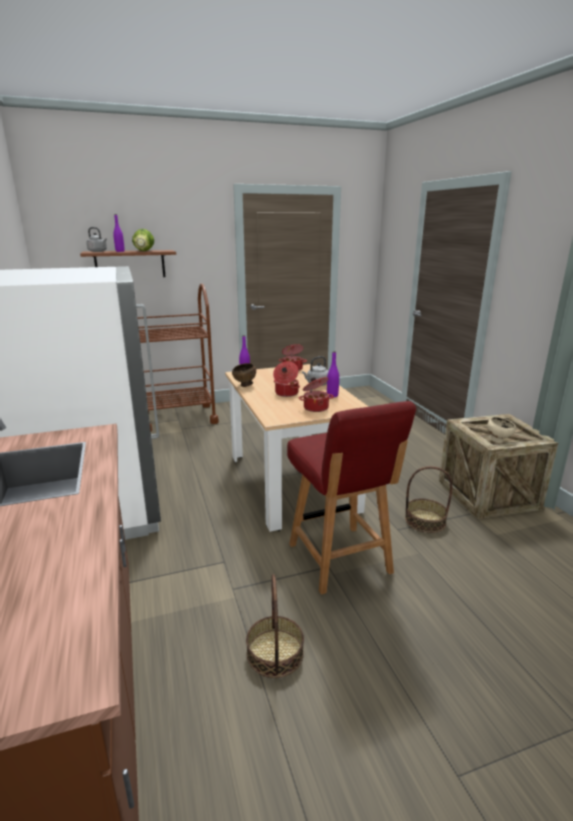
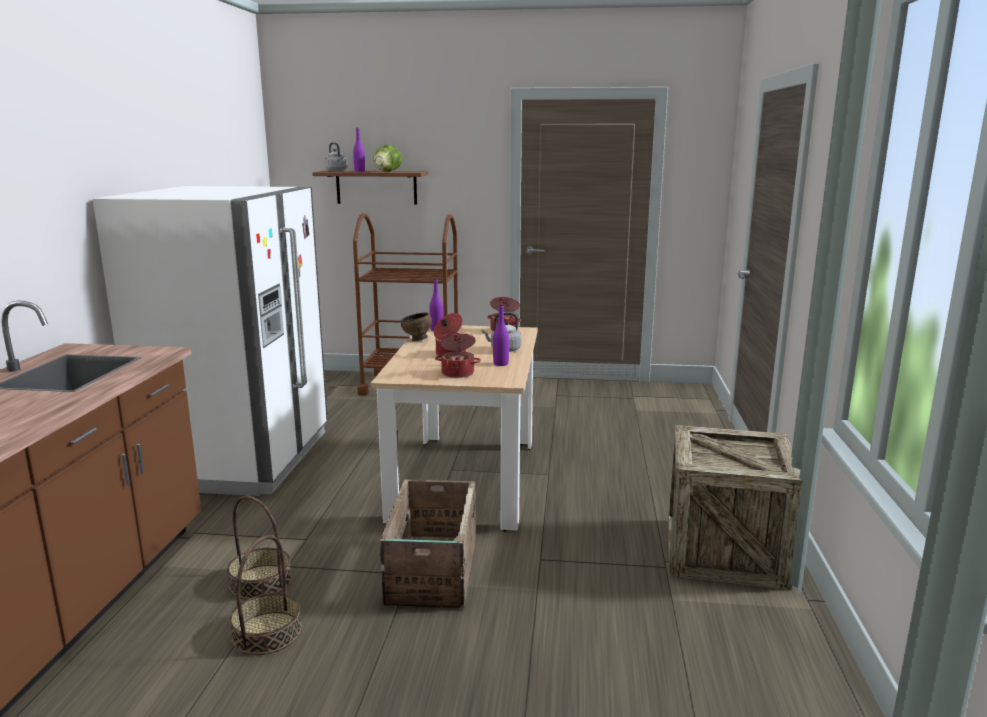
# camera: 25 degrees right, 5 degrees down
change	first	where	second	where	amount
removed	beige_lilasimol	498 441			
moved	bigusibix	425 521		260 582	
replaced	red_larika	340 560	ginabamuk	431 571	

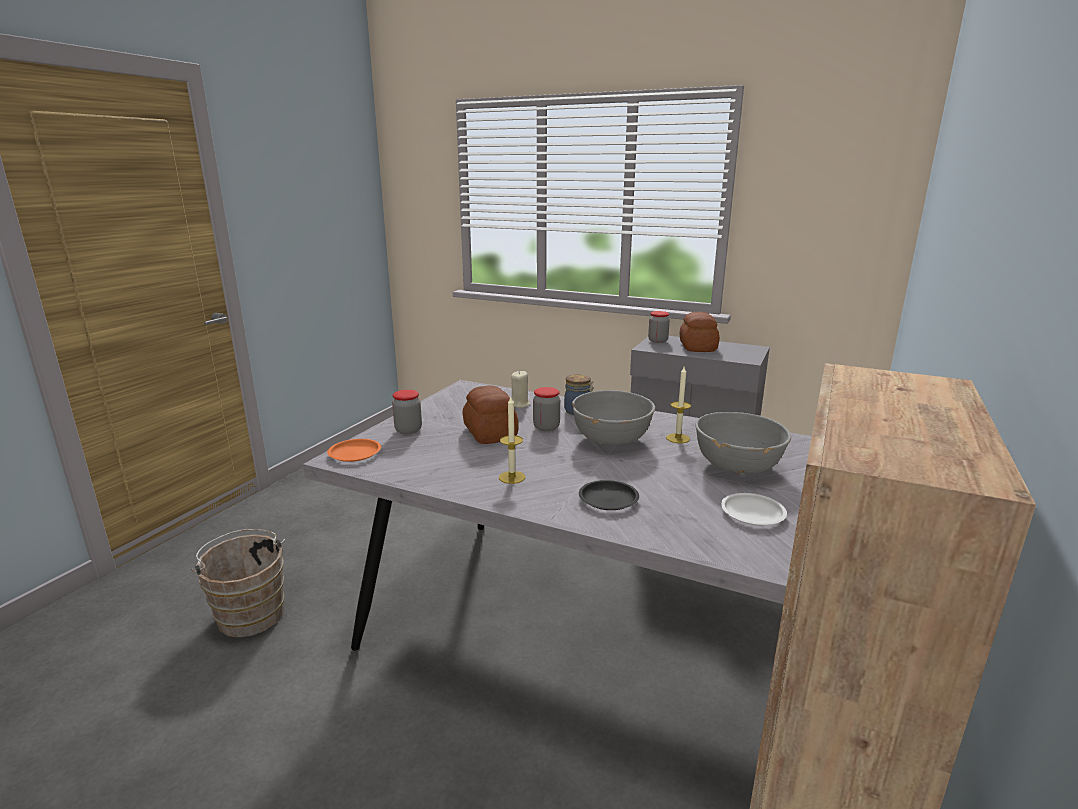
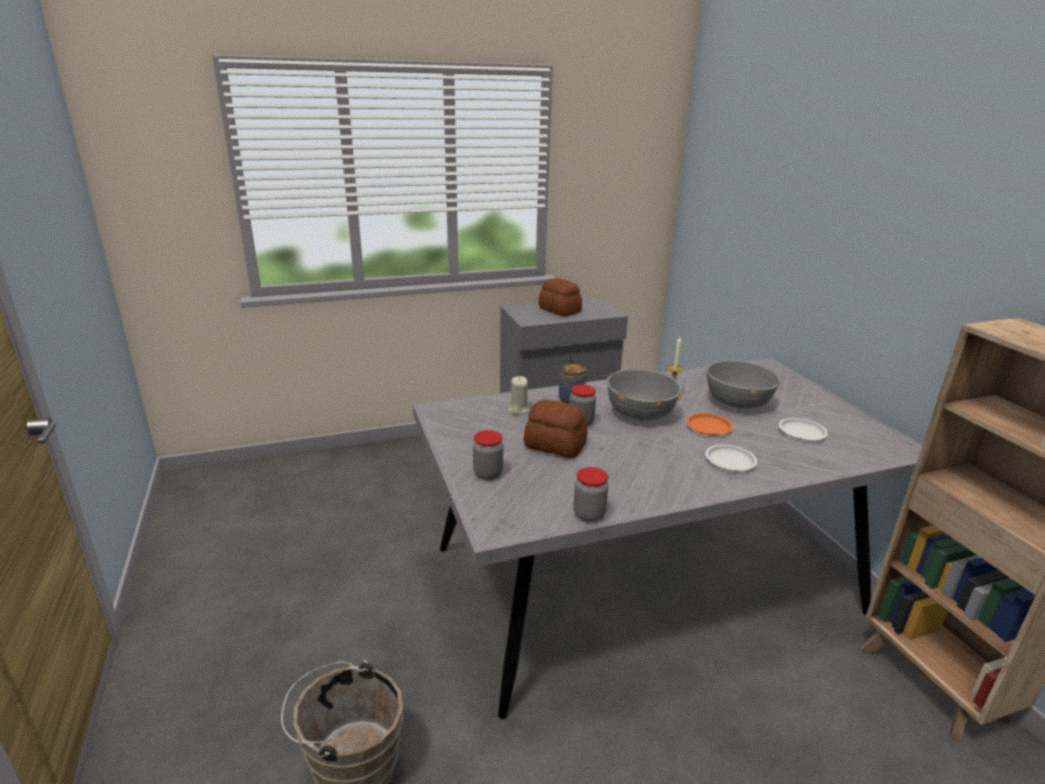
# camera: 45 degrees left, 5 degrees up
change	first	where	second	where	amount
removed	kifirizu	512 477			
moved	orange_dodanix	355 453		708 427	
moved	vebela	658 341		589 514	
recoloured	black_dodanix	608 499	white_dodanix	730 461	

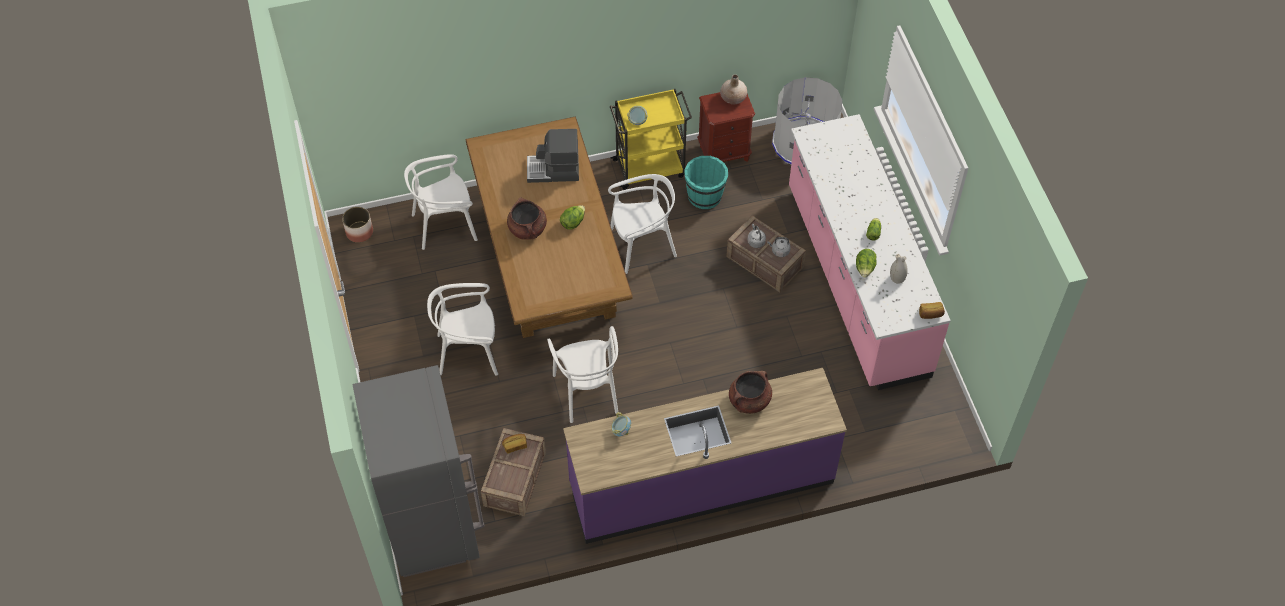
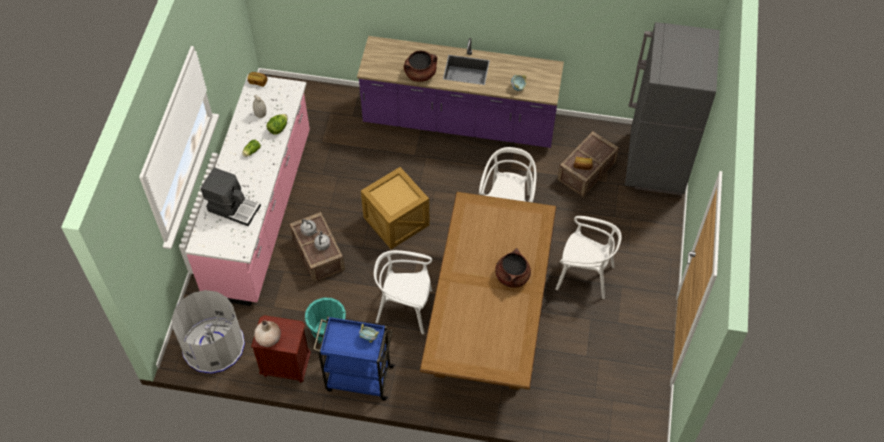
# camera: 155 degrees left, 0 degrees up
change	first	where	second	where	amount
removed	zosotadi	359 232			
removed	white_larika	445 225			
removed	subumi	573 222			
added			ginabamuk	397 220	
moved	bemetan	553 170		234 207	
recoloured	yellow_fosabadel	650 168	blue_fosabadel	358 378	

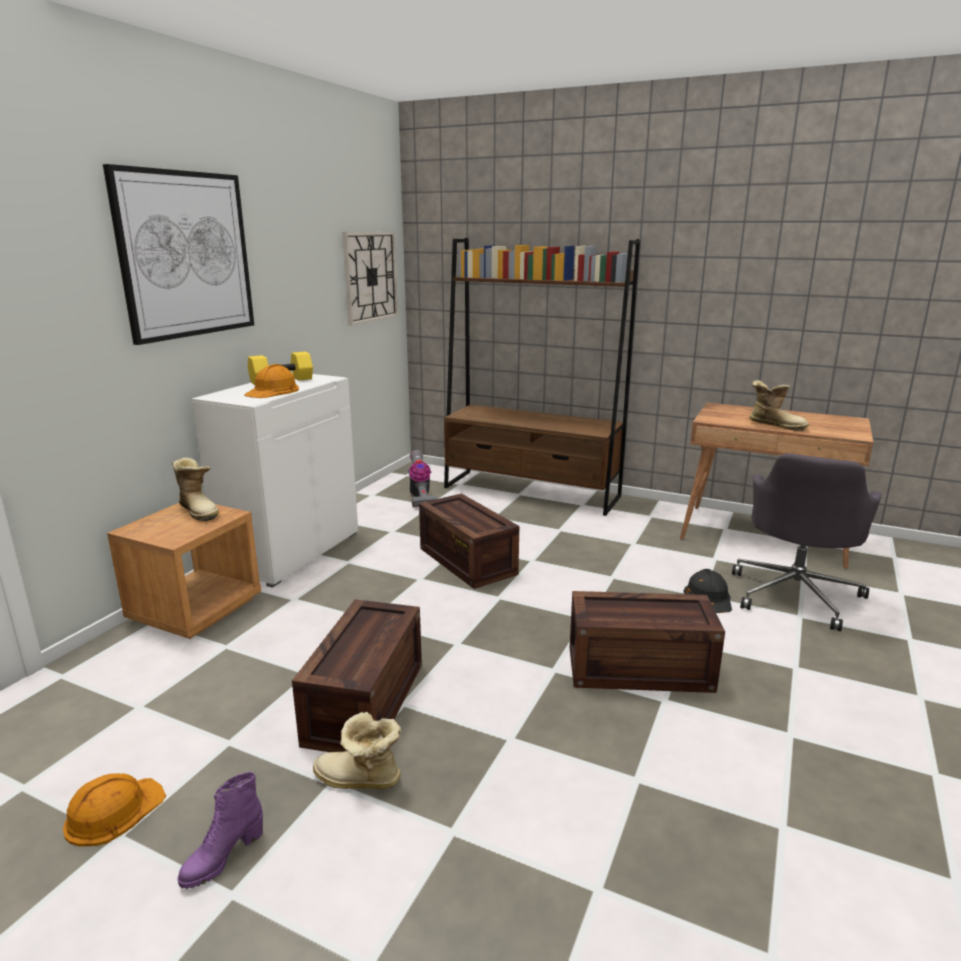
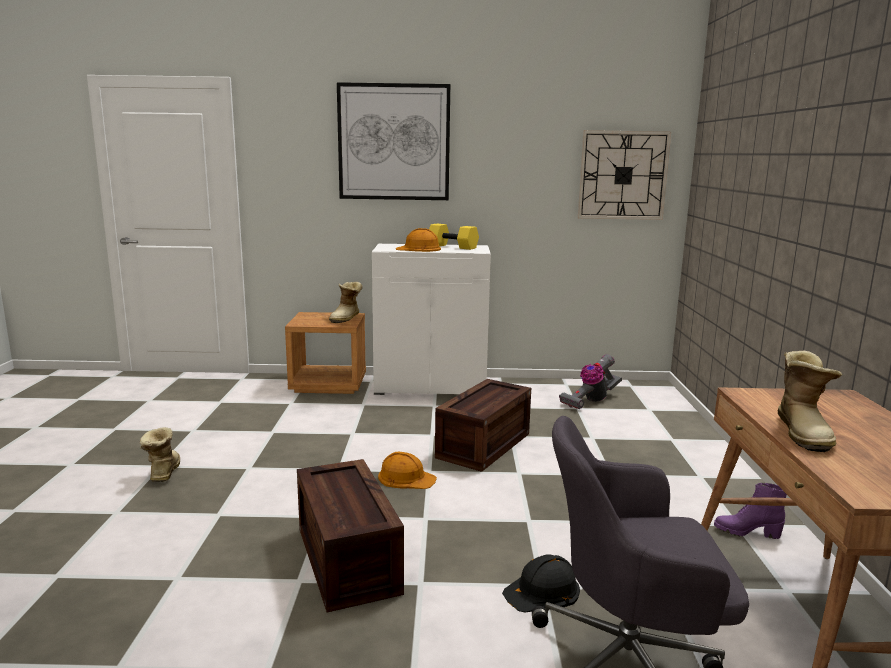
# camera: 65 degrees right, 5 degrees down
change	first	where	second	where	amount
removed	ginabamuk	364 701			
removed	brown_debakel	531 492			
moved	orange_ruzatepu	113 811		406 478	
moved	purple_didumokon	222 857		746 532	

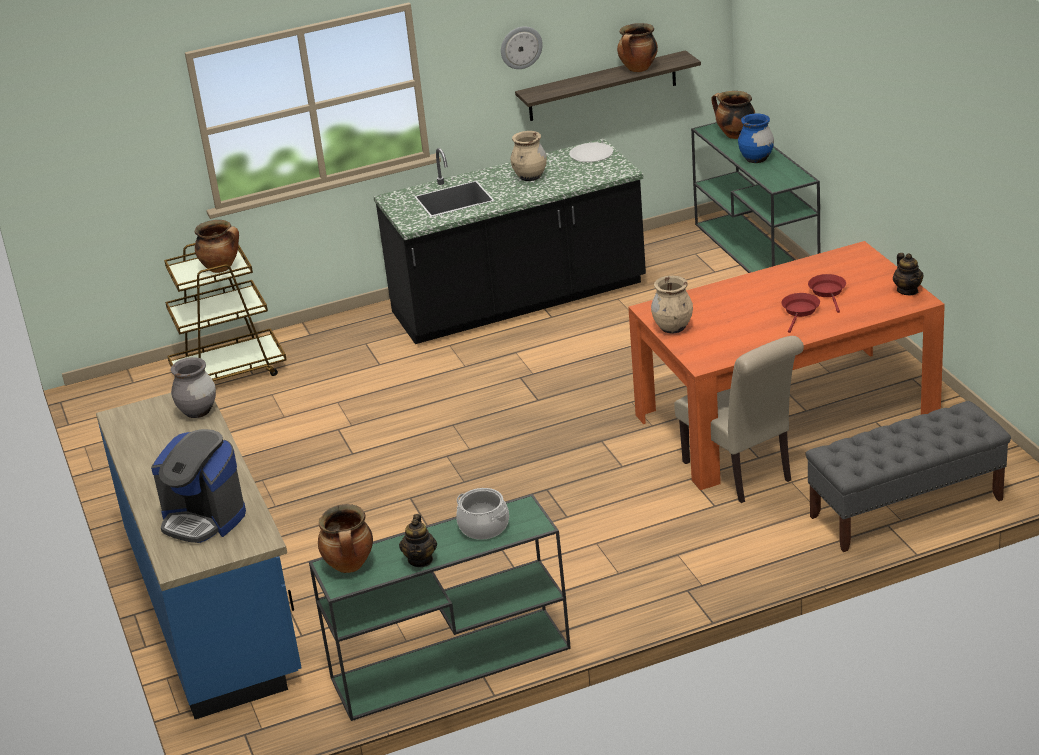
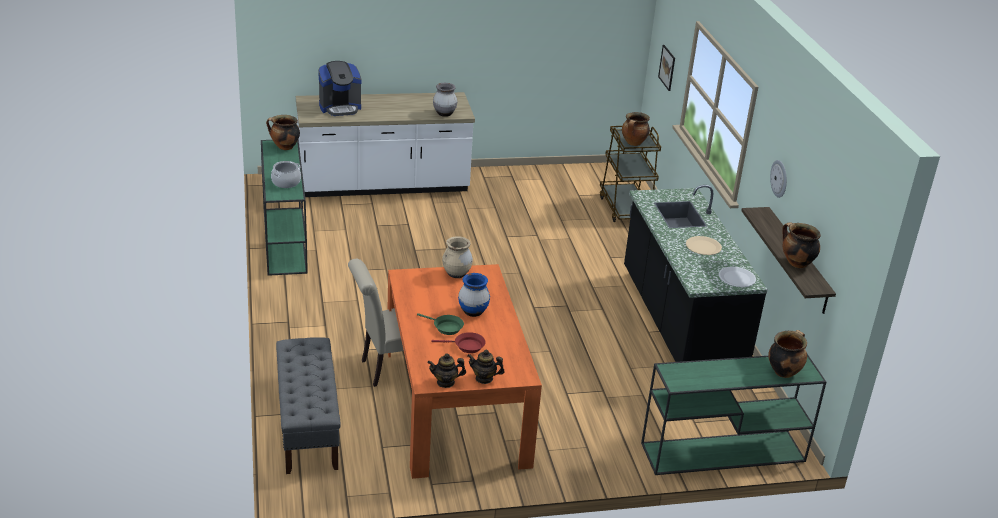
# camera: 95 degrees right, 0 degrees up
change	first	where	second	where	amount
added			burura	667 67	
moved	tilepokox	420 559		484 378	
moved	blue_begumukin	756 159		473 312	
replaced	beige_begumukin	530 177	beige_dodanix	703 247	
recoloured	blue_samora	214 607	white_samora	383 185	
recoloured	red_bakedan	800 311	green_bakedan	445 327	
turned	bemetan	203 518		340 107	150 degrees counterclockwise

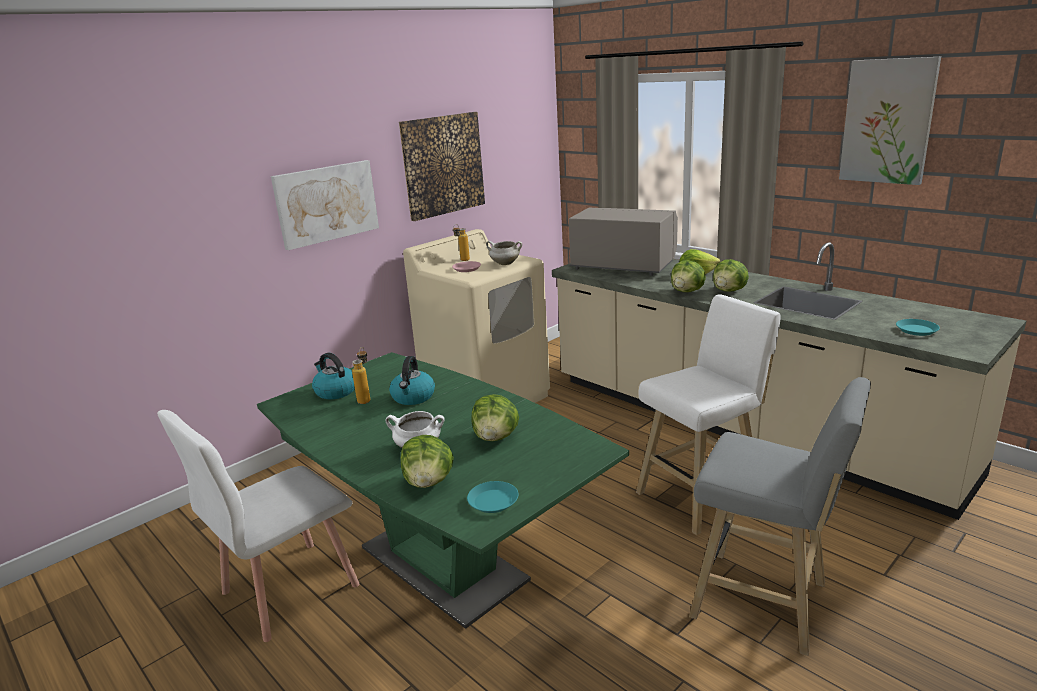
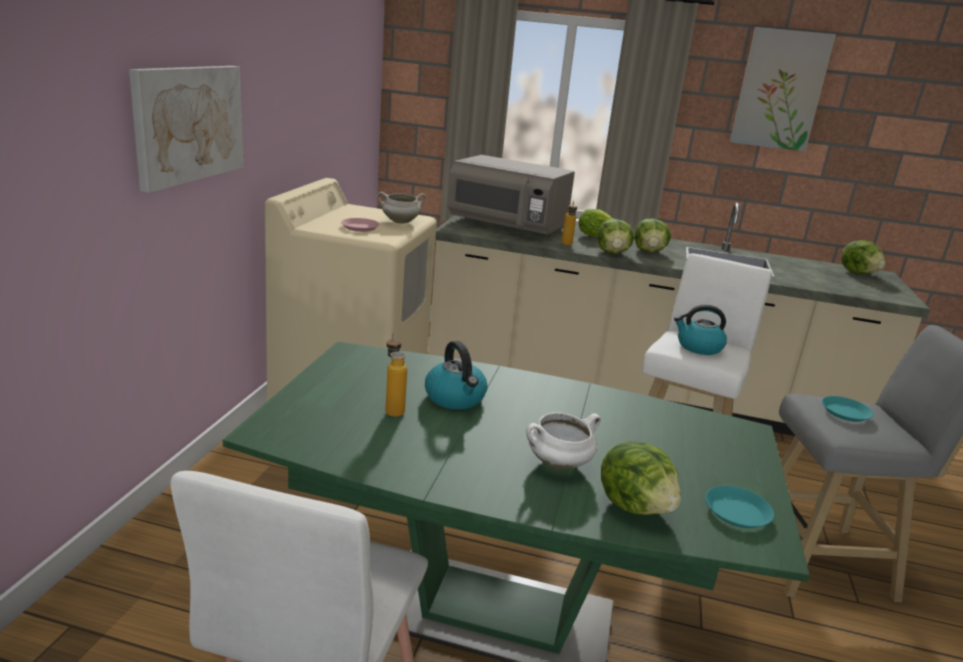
# camera: 35 degrees left, 0 degrees up
change	first	where	second	where	amount
removed	burura	442 165			
moved	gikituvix	335 391		698 347	
moved	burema	462 261		567 245	
moved	subumi	496 437		858 273	
moved	turquoise_dodanix	916 330		845 413	
turned	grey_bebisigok	623 265		507 226	150 degrees counterclockwise

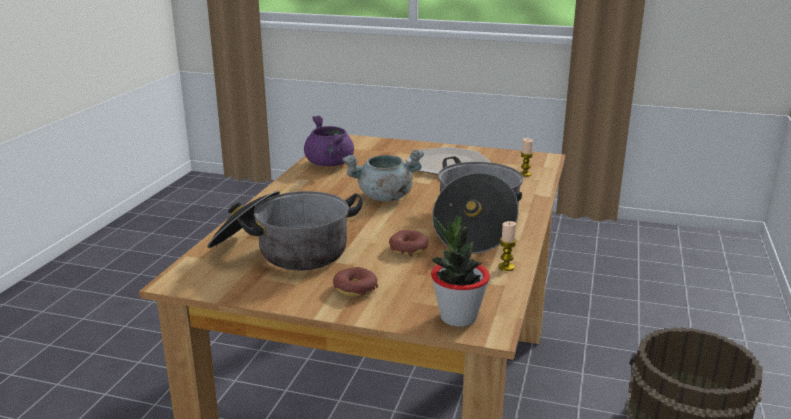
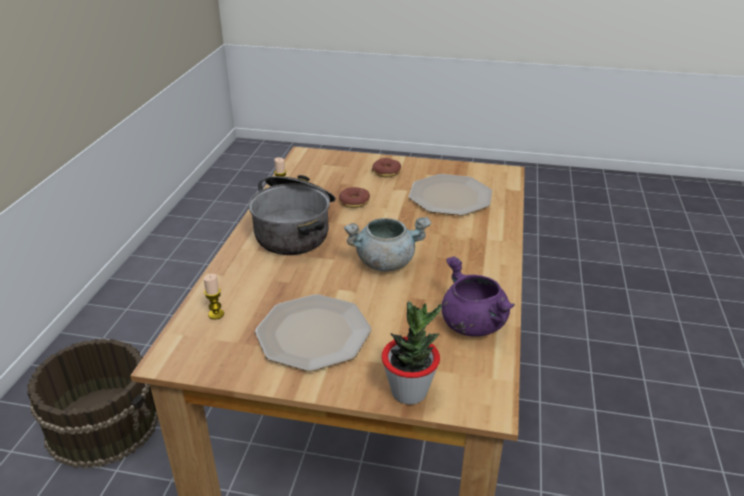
# camera: 175 degrees right, 10 degrees up
change	first	where	second	where	amount
moved	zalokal	458 317		409 391	
replaced	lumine	283 251	dodanix	450 196	

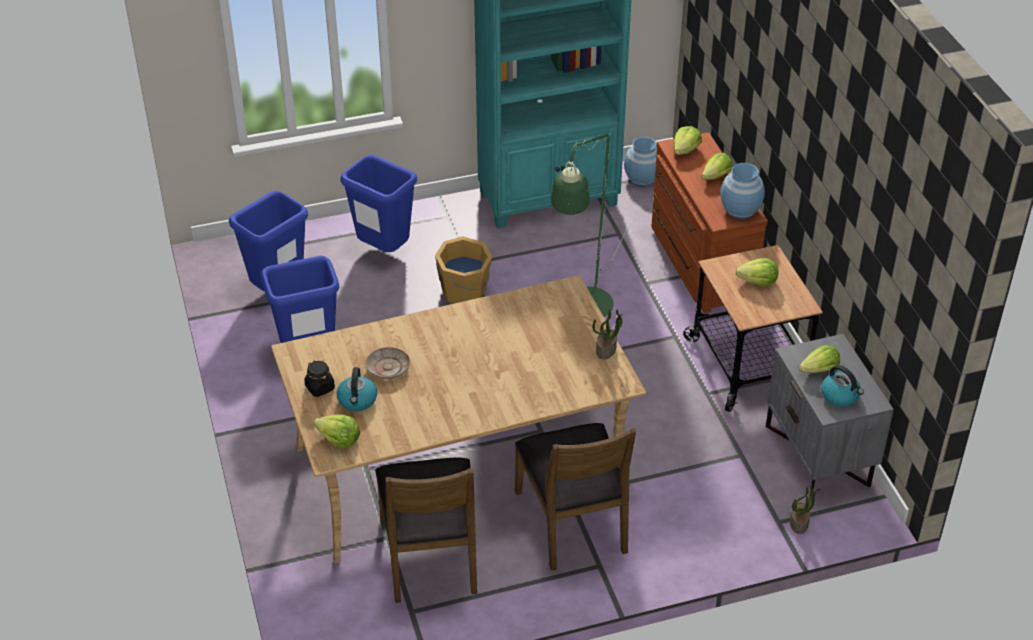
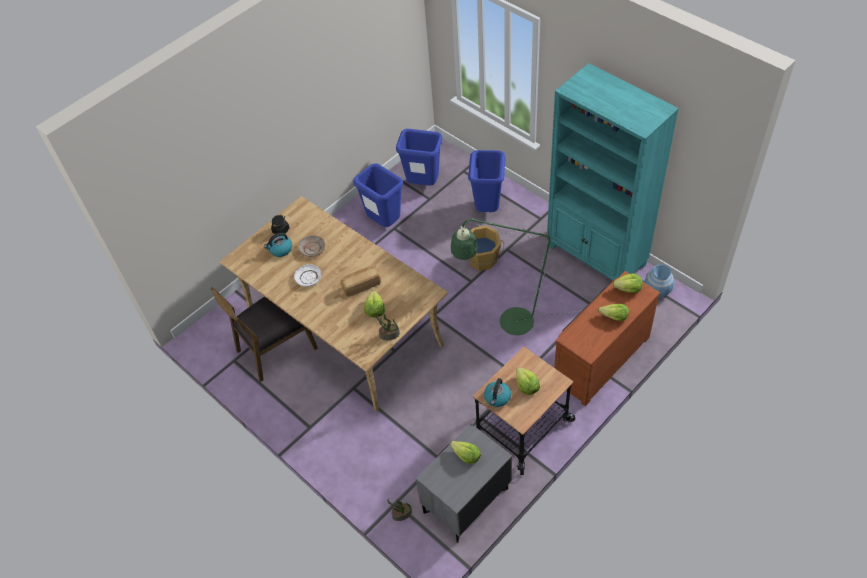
# camera: 65 degrees right, 10 degrees up
change	first	where	second	where	amount
removed	brown_larika	573 521			
removed	blue_begumukin	740 210			
added			white_dodanix	308 278	
added			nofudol	361 285	
moved	subumi	339 440		375 310	
moved	gikituvix	840 396		497 398	

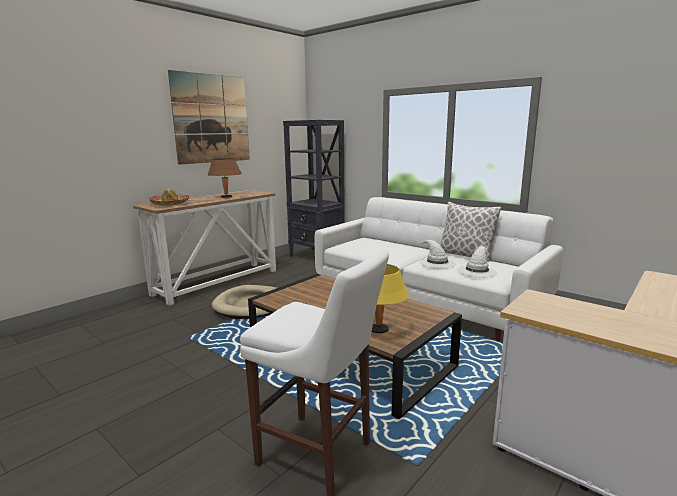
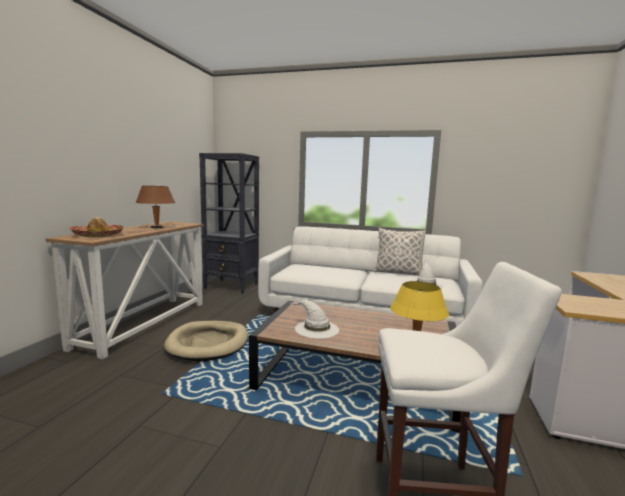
# camera: 25 degrees left, 5 degrees down
change	first	where	second	where	amount
removed	burura	212 119			
moved	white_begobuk	436 263		316 329	

